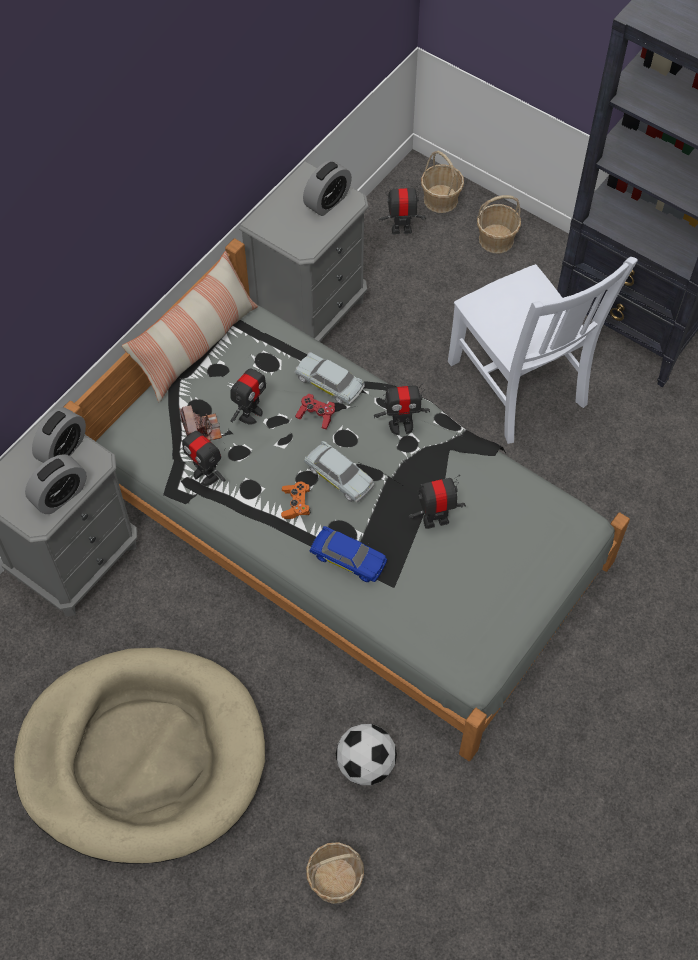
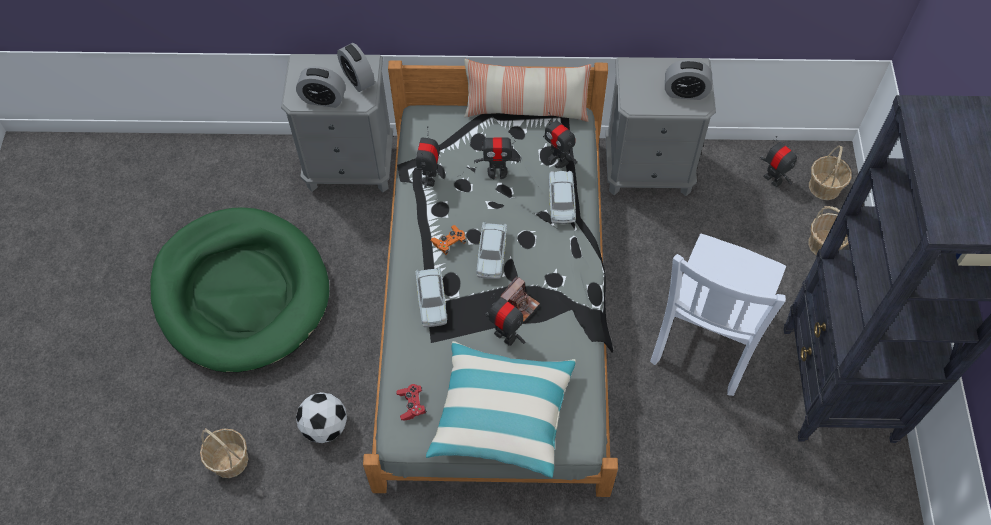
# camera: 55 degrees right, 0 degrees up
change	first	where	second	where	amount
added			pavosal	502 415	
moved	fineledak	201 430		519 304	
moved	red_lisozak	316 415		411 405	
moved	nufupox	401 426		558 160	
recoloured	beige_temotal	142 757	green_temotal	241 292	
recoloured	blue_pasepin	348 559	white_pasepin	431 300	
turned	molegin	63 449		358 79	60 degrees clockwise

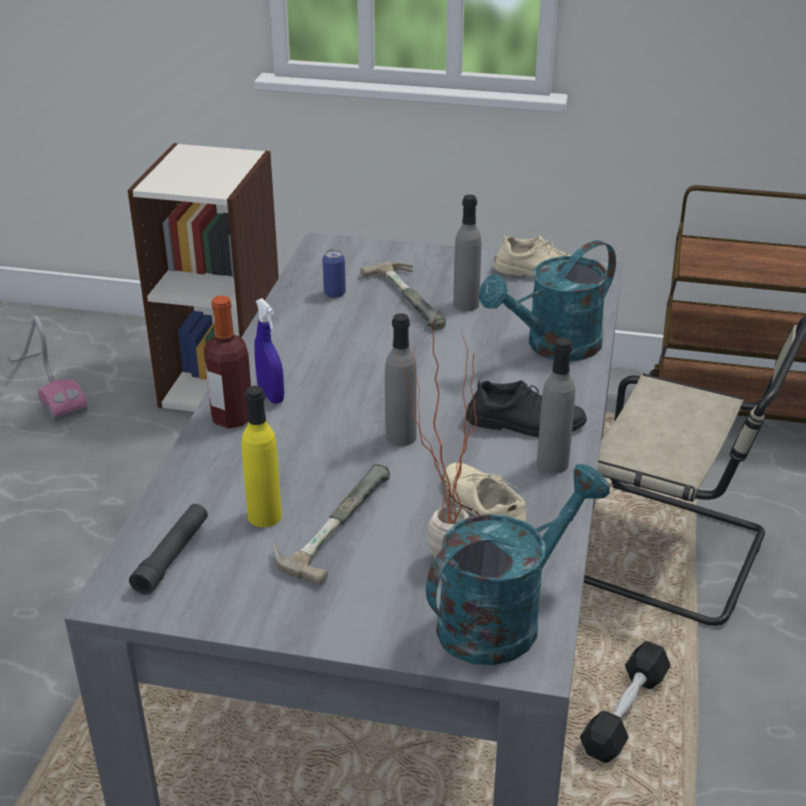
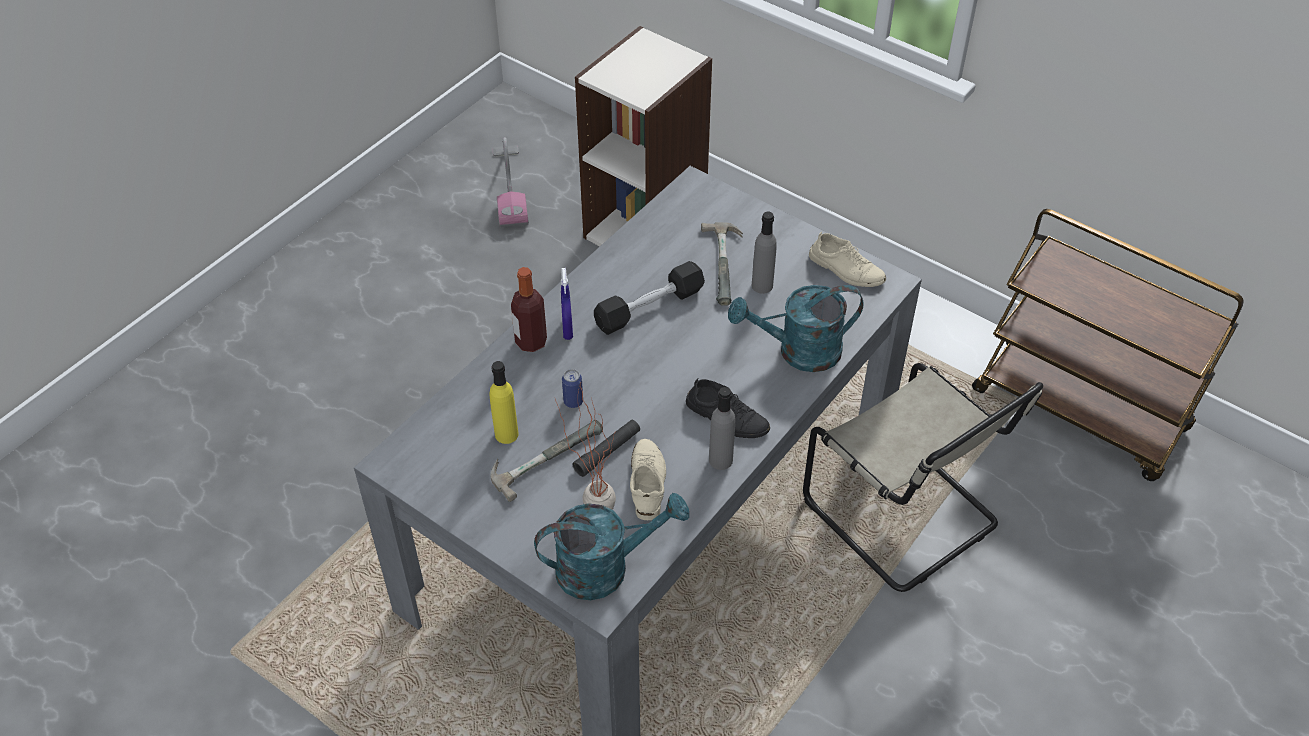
# camera: 25 degrees right, 15 degrees up
change	first	where	second	where	amount
removed	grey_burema	400 437			
moved	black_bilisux	172 556		607 452	
moved	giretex	334 293		573 401	
moved	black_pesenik	624 712		649 308	

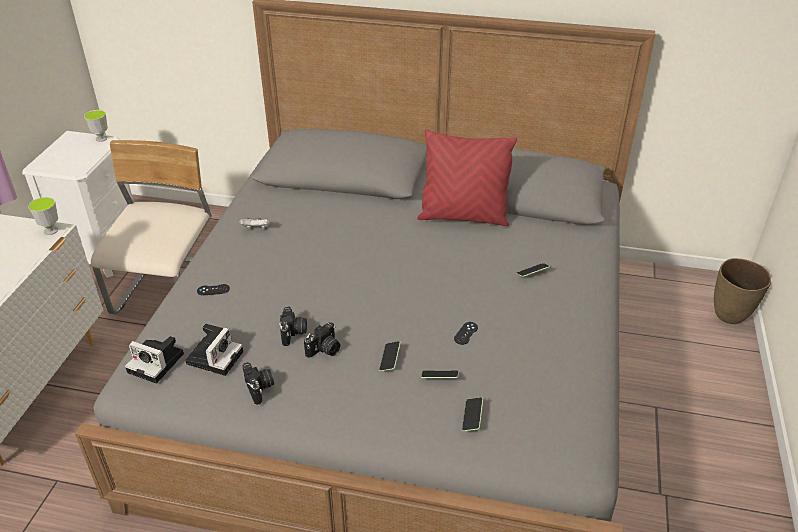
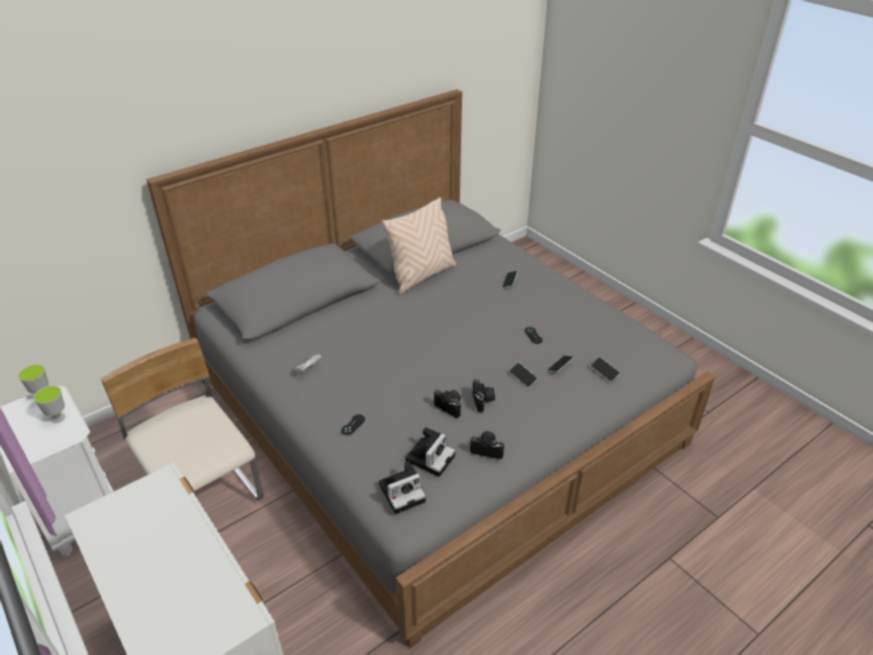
# camera: 50 degrees left, 0 degrees up
change	first	where	second	where	amount
removed	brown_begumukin	730 315			
moved	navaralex	51 231		58 418	
recoloured	red_pavosal	463 217	beige_pavosal	422 275	
turned	fineledak	215 356		430 457	60 degrees clockwise

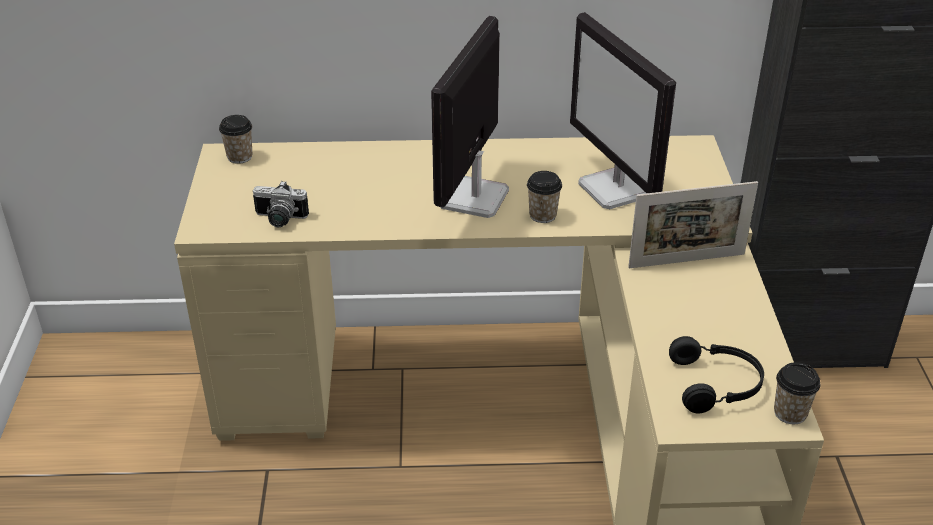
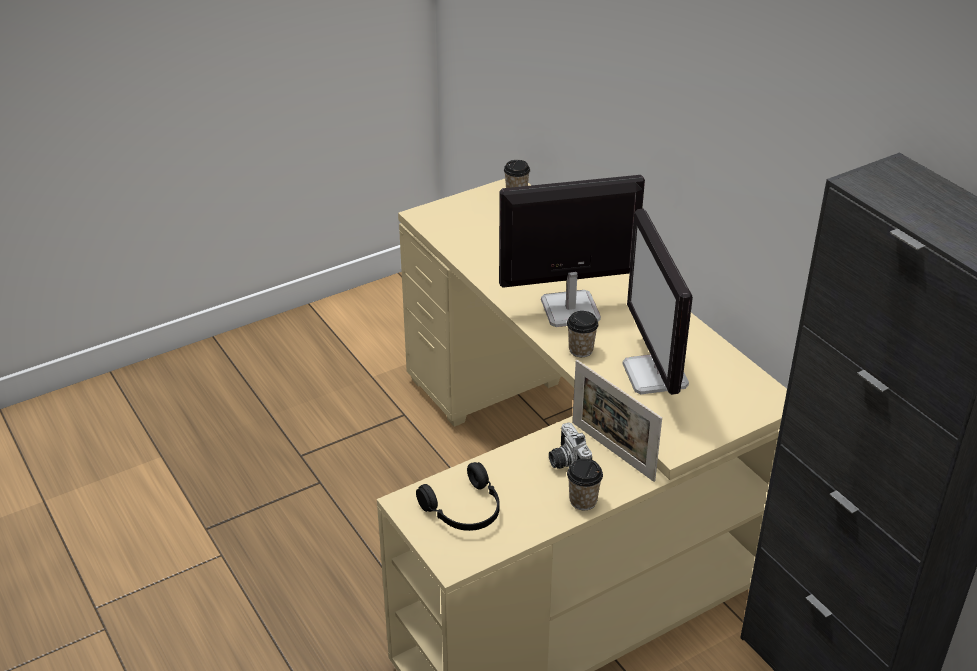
# camera: 60 degrees right, 0 degrees up
change	first	where	second	where	amount
moved	fineledak	279 219		566 462	
moved	navaralex	790 413		583 501	
turned	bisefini	616 190		656 376	45 degrees counterclockwise

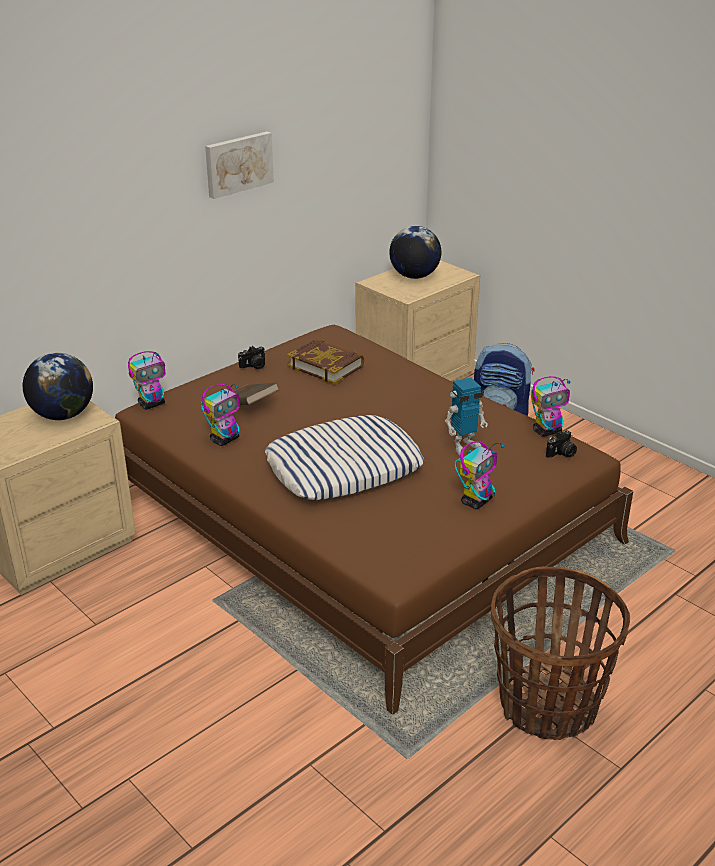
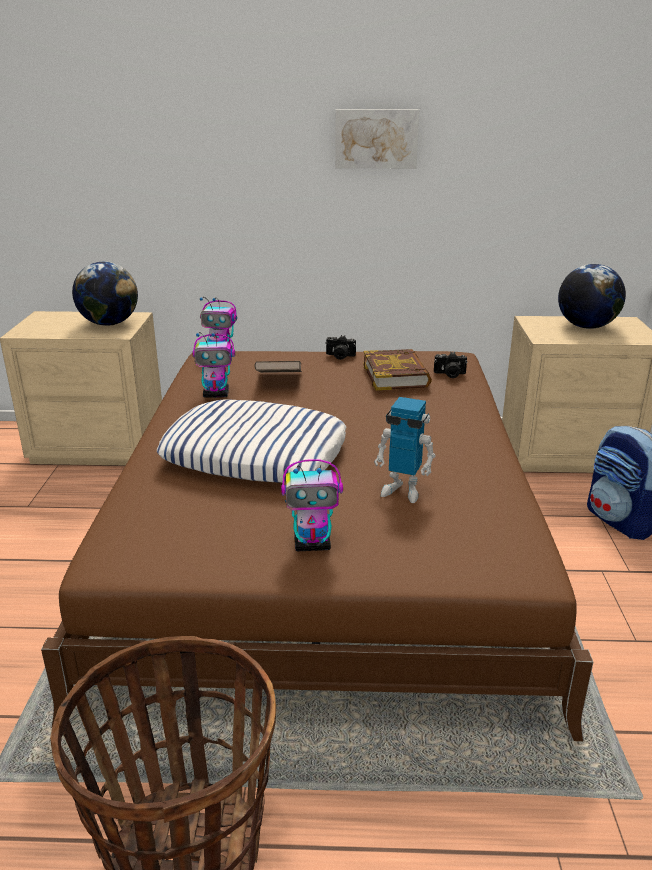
# camera: 45 degrees right, 5 degrees down
change	first	where	second	where	amount
removed	nufupox	547 431			
moved	fineledak	561 454		450 374	

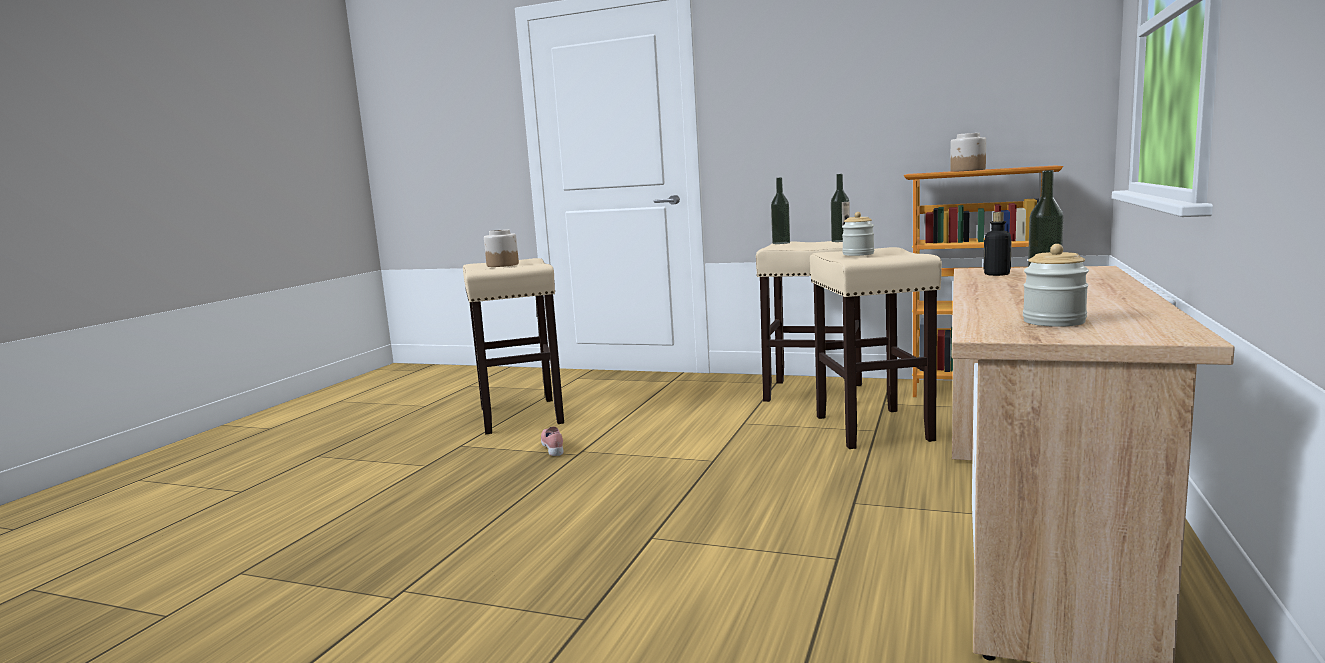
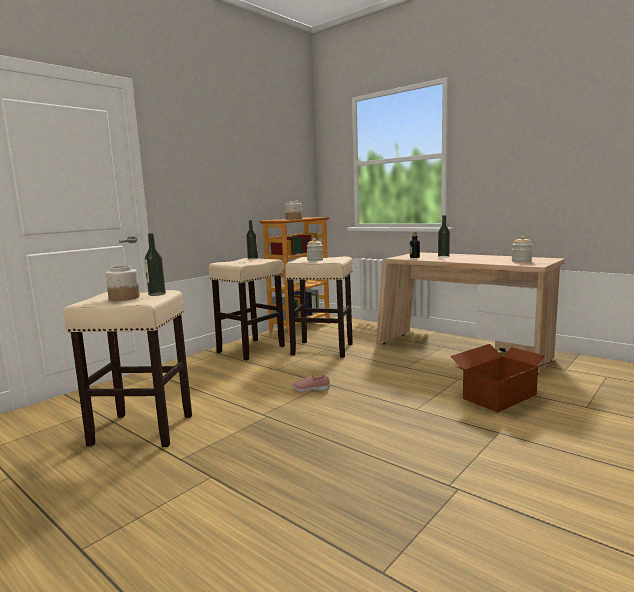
# camera: 70 degrees left, 0 degrees up
change	first	where	second	where	amount
added			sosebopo	498 396	
moved	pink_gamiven	553 448		310 390	
moved	burema	781 243		157 294	

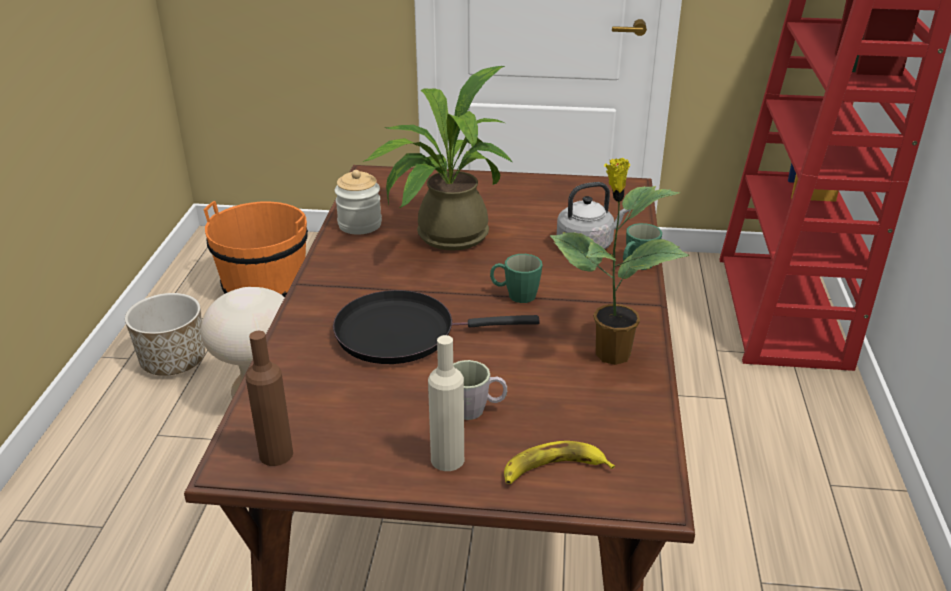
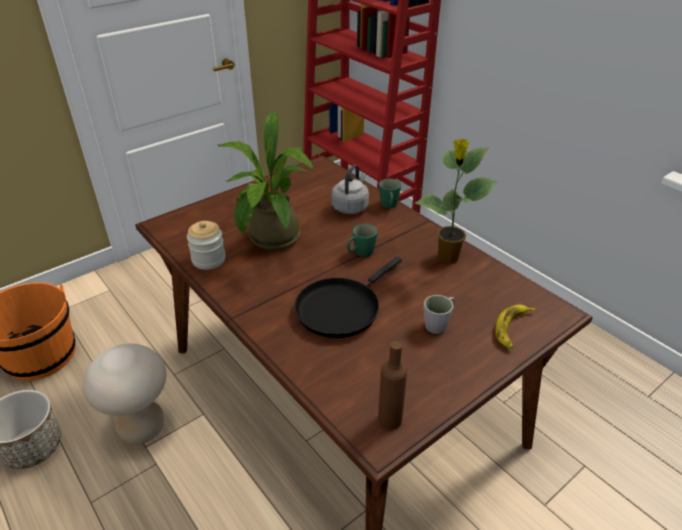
# camera: 45 degrees left, 5 degrees up
change	first	where	second	where	amount
removed	beige_burema	447 459			

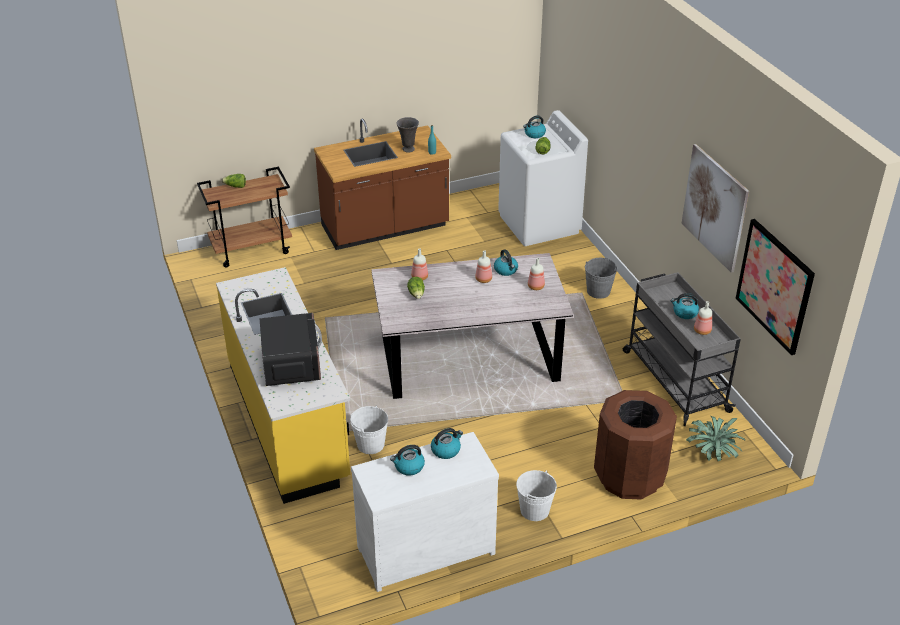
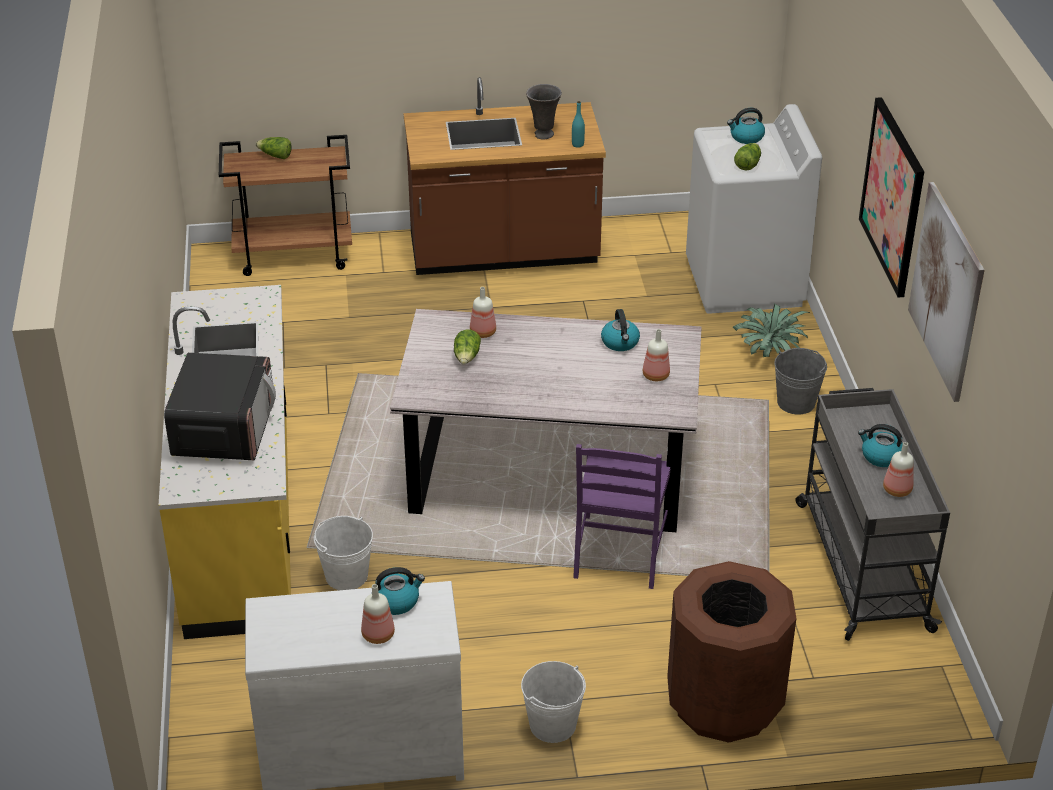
# camera: 15 degrees right, 0 degrees up
change	first	where	second	where	amount
removed	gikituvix	408 467			
added			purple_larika	620 552	
moved	burema	484 279		379 635	
moved	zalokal	713 453		770 353	
moved	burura	774 286		893 196	

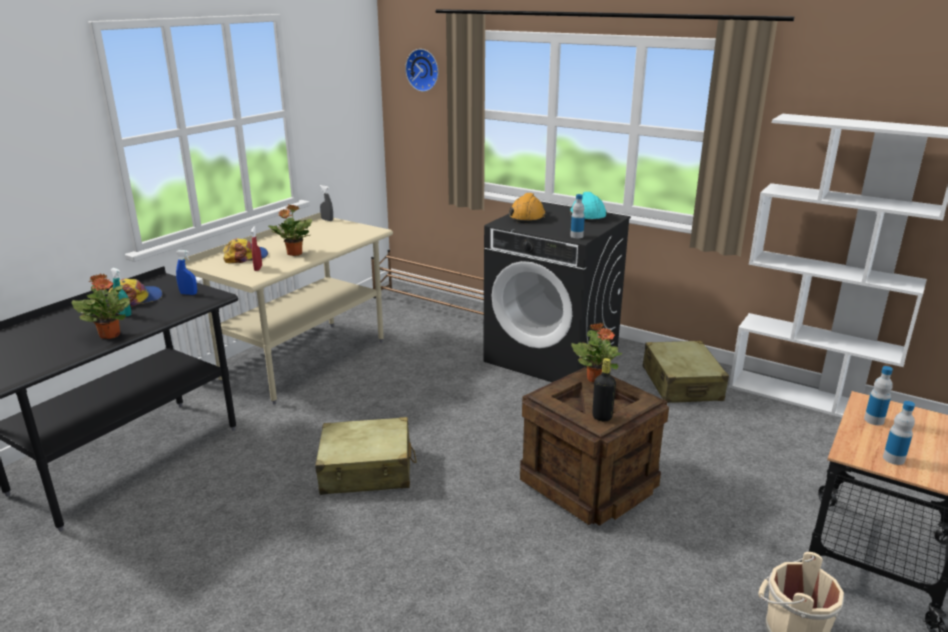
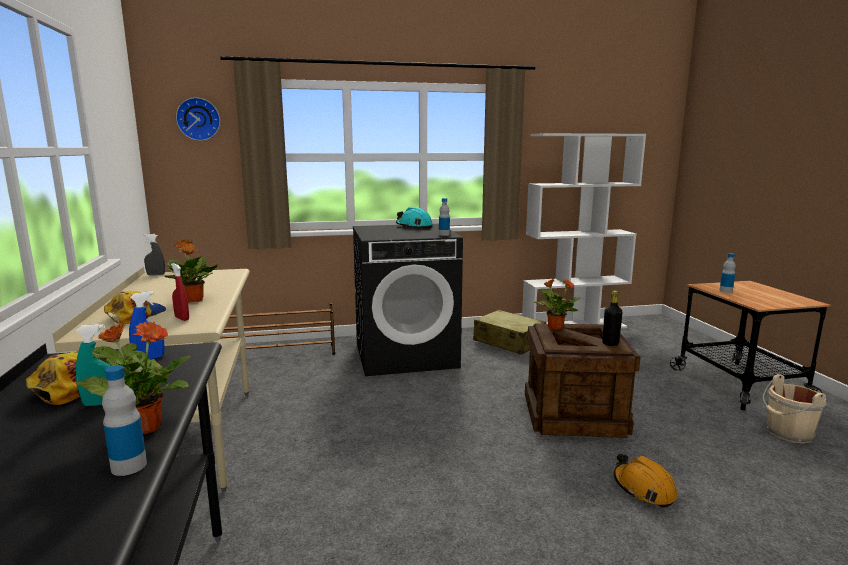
# camera: 45 degrees left, 10 degrees down
change	first	where	second	where	amount
removed	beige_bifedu	367 470			
moved	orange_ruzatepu	527 217		644 489	
moved	burema	893 459		129 466	

